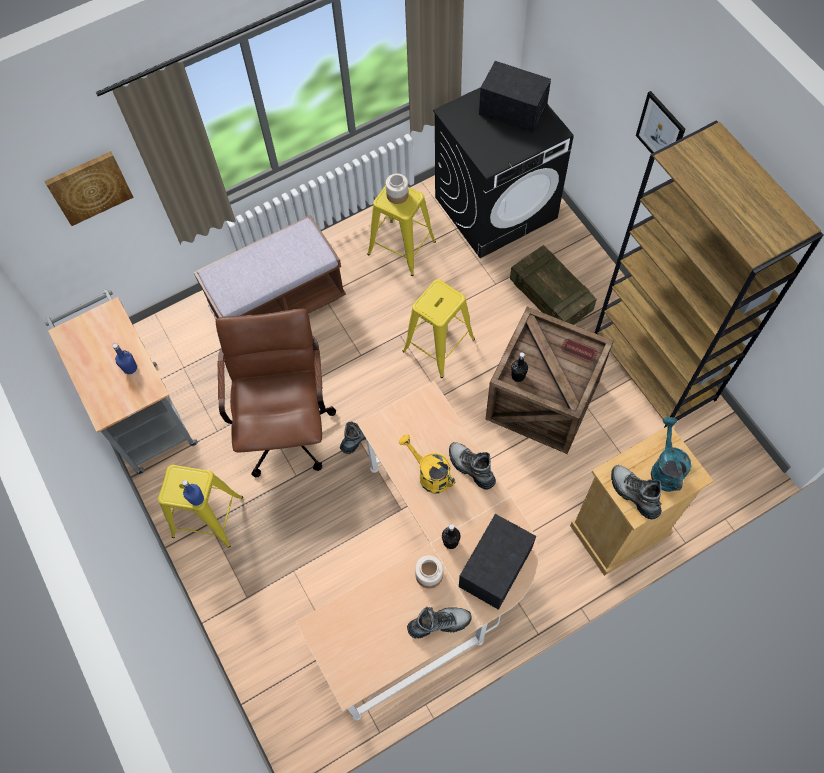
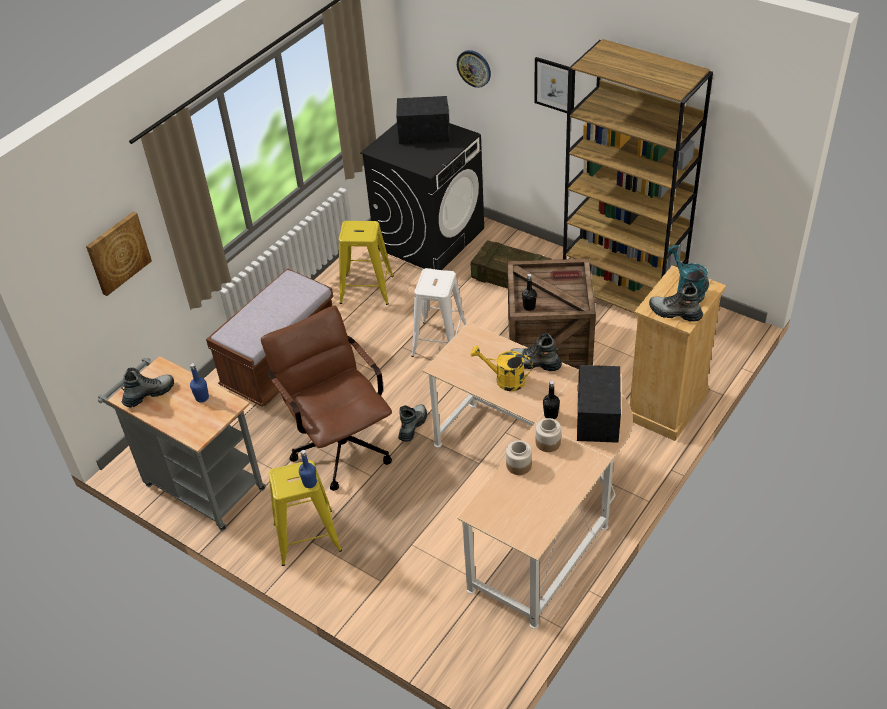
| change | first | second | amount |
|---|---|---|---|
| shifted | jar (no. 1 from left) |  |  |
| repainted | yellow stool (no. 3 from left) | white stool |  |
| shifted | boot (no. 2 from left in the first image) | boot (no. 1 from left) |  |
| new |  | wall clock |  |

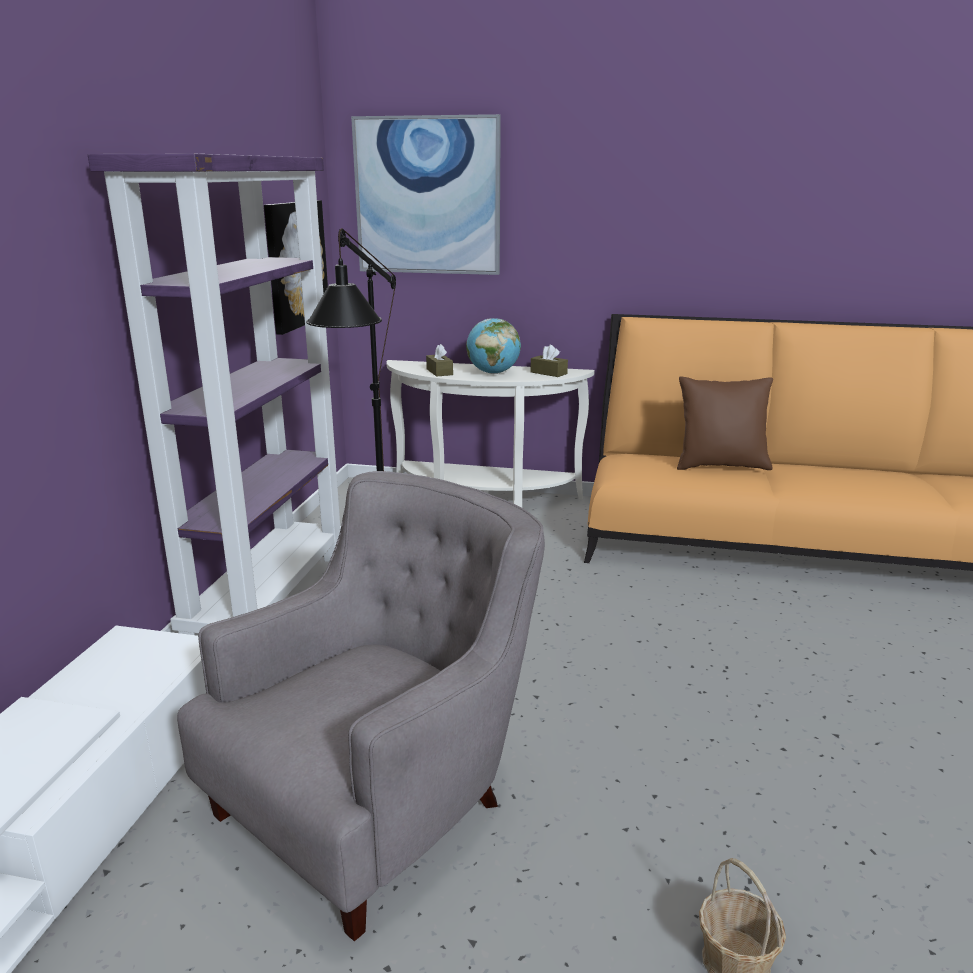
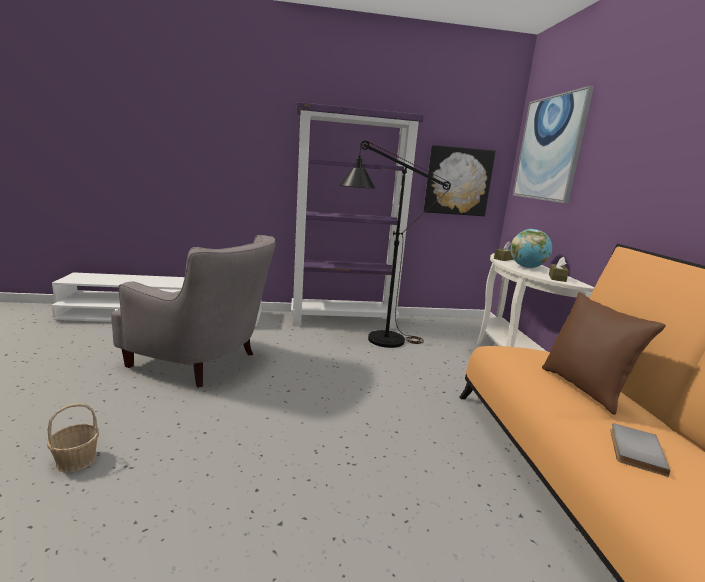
| change | first | second | amount |
|---|---|---|---|
| new |  | grey book |  |

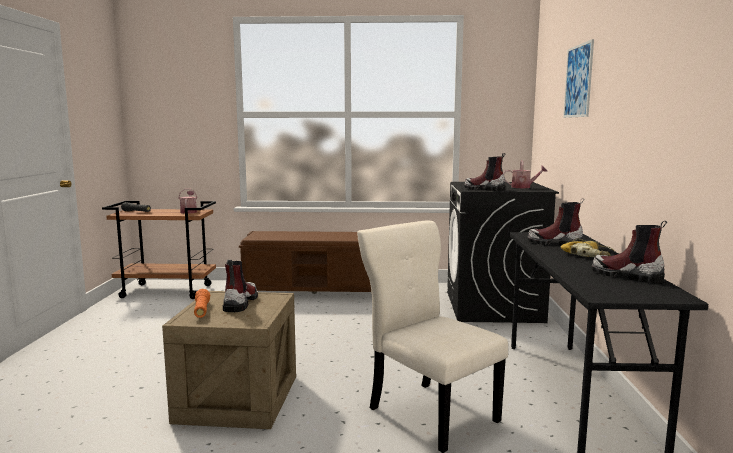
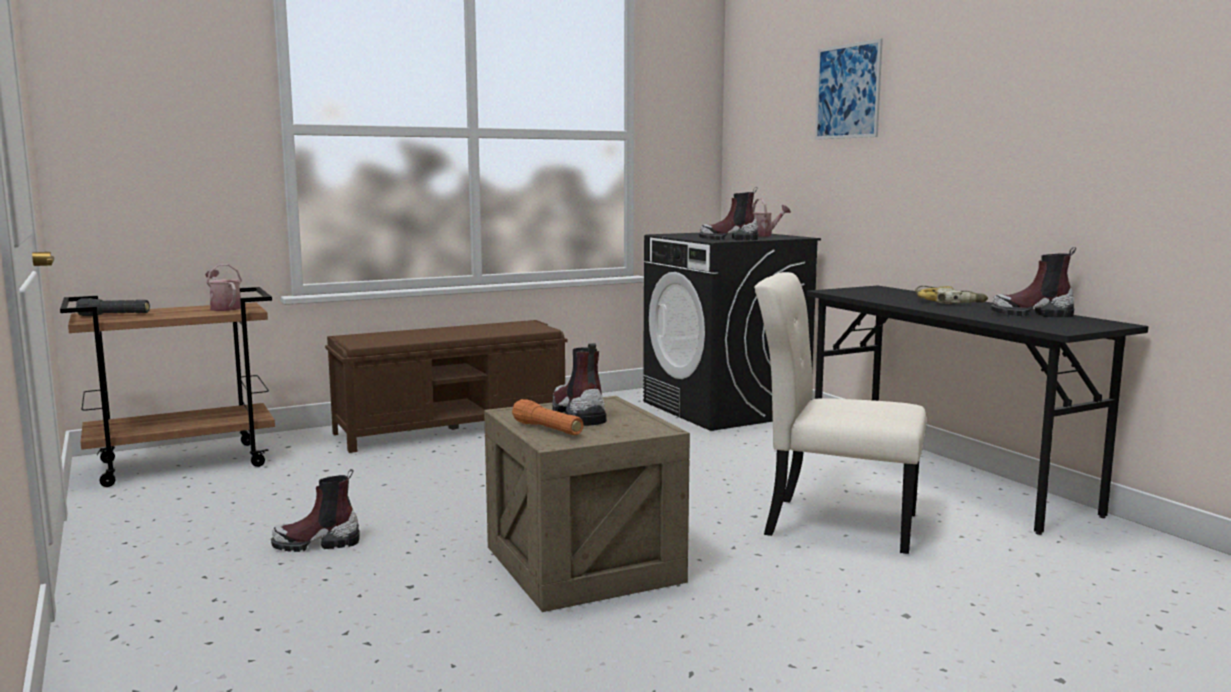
| change | first | second | amount |
|---|---|---|---|
| shifted | boot (no. 3 from left in the first image) | boot (no. 1 from left) |  |

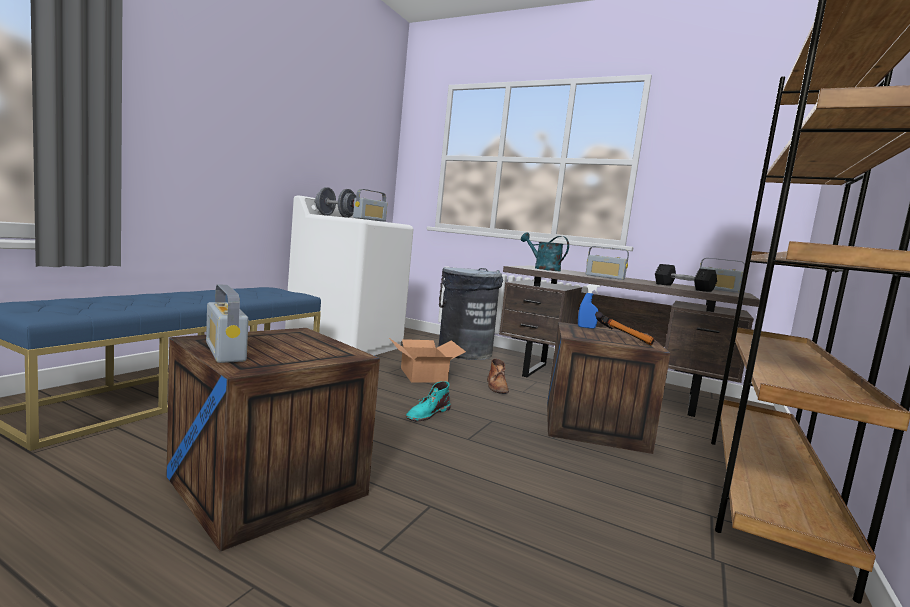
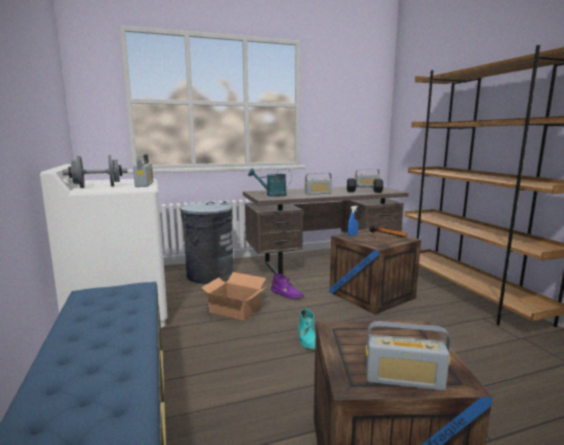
| change | first | second | amount |
|---|---|---|---|
| repainted | brown boot | purple boot |  |

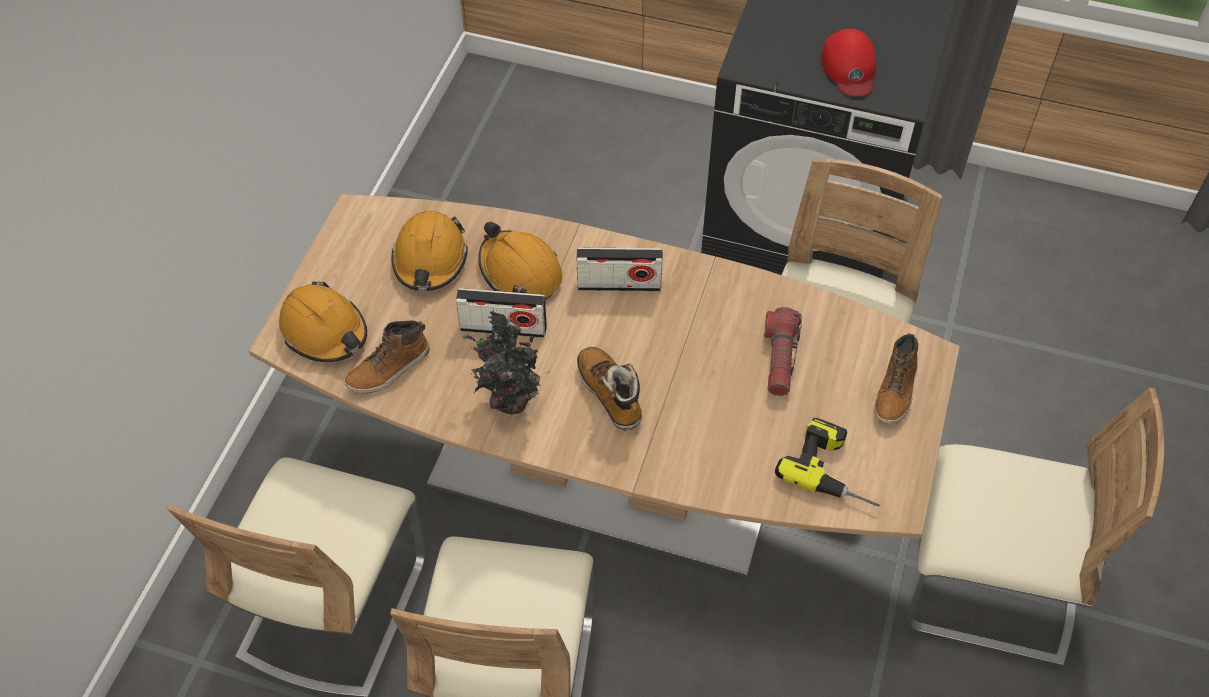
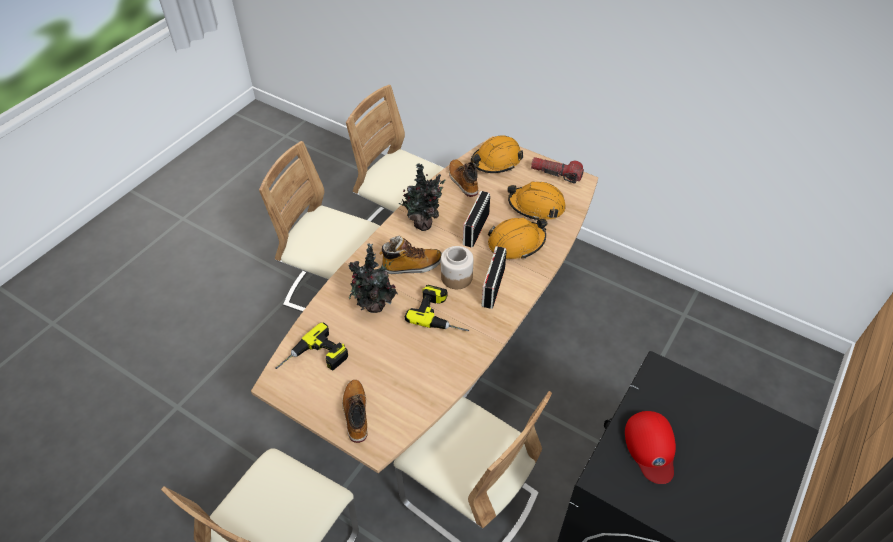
| change | first | second | amount |
|---|---|---|---|
| rotated | red cap |  | 105 degrees counterclockwise |
| shifted | flashlight |  |  |
| rotated | boot (no. 3 from left in the first image) | boot (no. 1 from left) | 45 degrees clockwise |
| new |  | potted plant (no. 1 from left) |  |
| new |  | jar |  |
| new |  | power drill (no. 2 from left) |  |

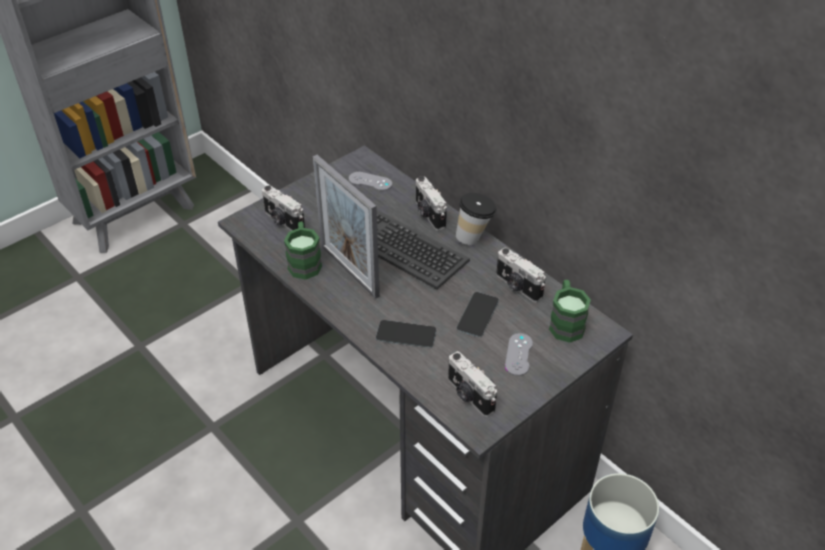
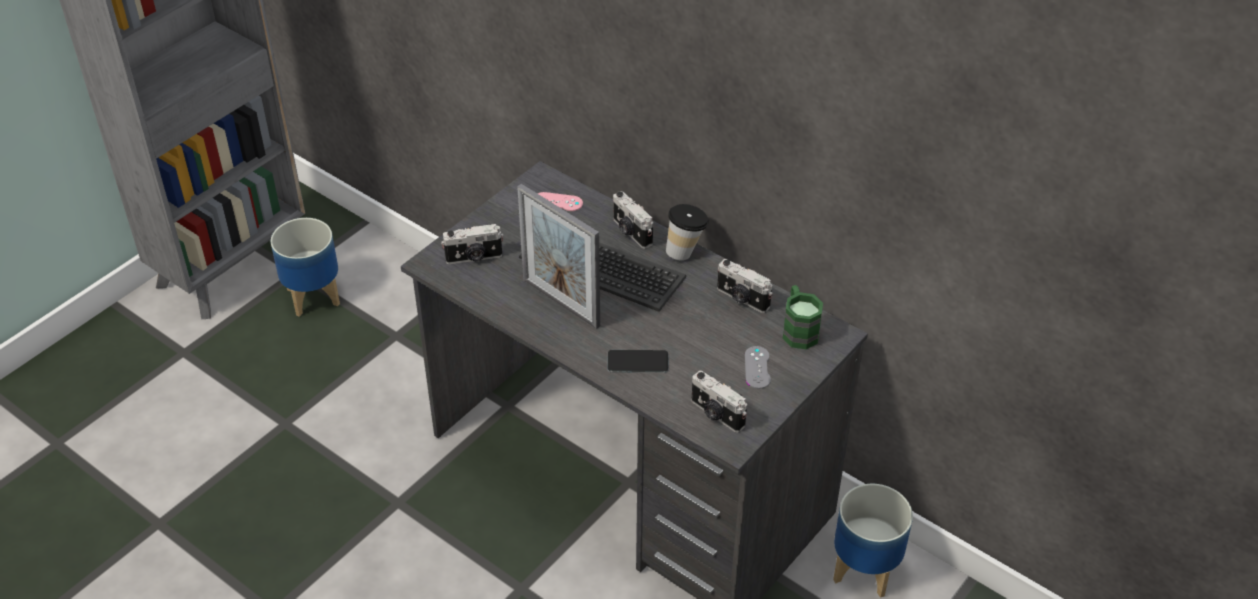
| change | first | second | amount |
|---|---|---|---|
| repainted | grey game controller (no. 1 from left) | pink game controller |  |
| rotated | photo camera (no. 1 from left) |  | 45 degrees counterclockwise |
| gone | green mug (no. 1 from left) |  |  |
| gone | phone (no. 2 from left) |  |  |
| new |  | planter (no. 1 from left) |  |

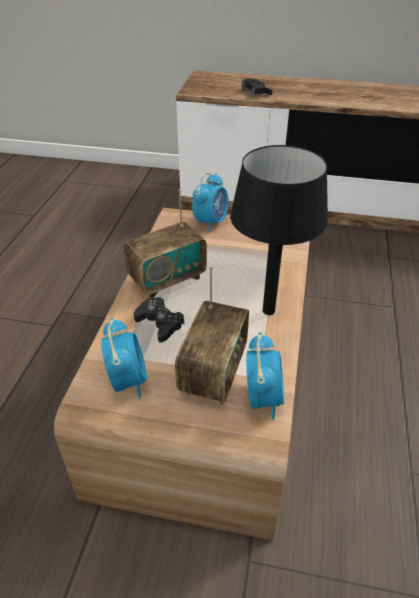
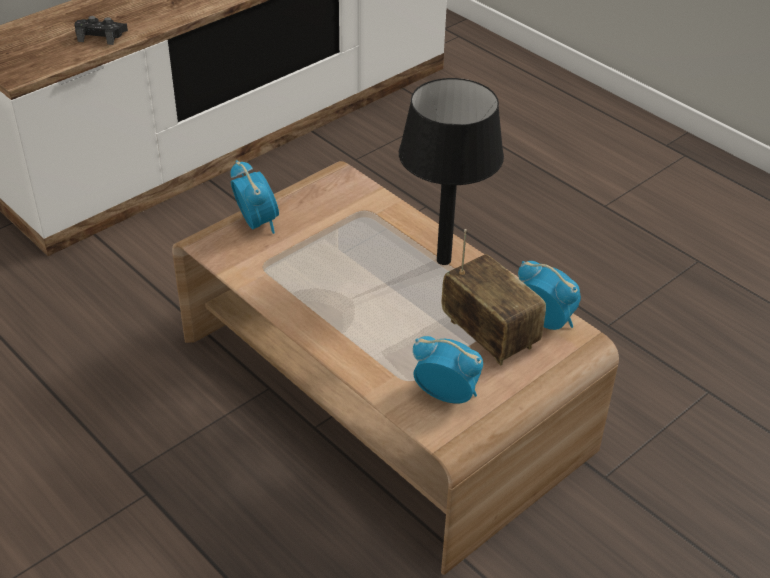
| change | first | second | amount |
|---|---|---|---|
| gone | radio (no. 1 from left) |  |  |
| gone | black game controller (no. 1 from left) |  |  |

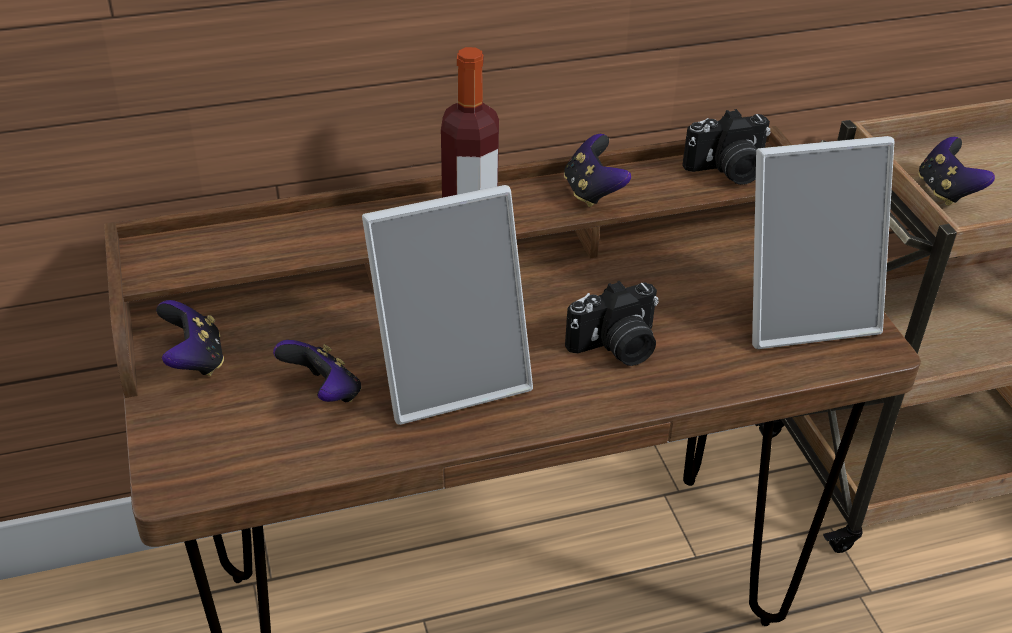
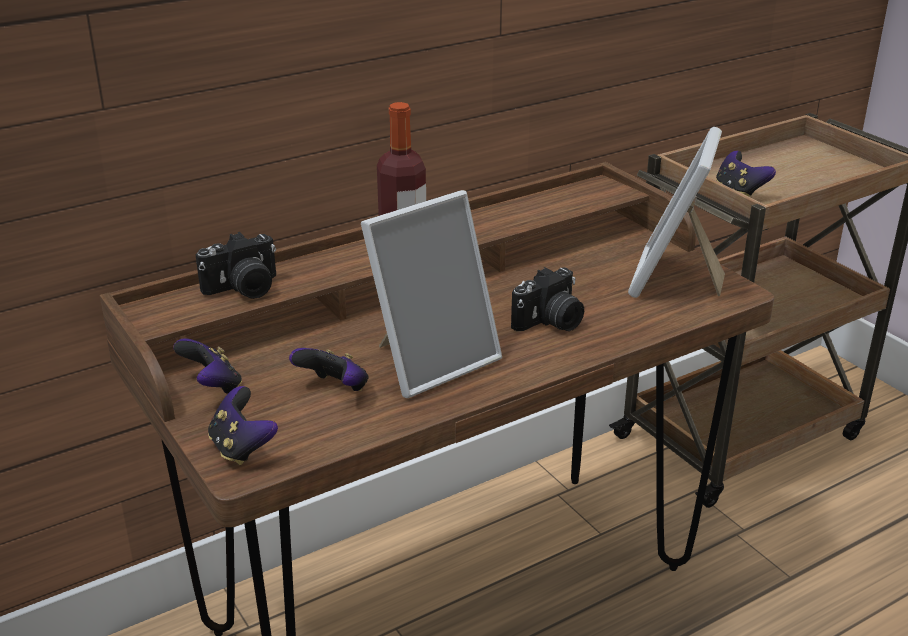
| change | first | second | amount |
|---|---|---|---|
| shifted | photo camera (no. 2 from left in the first image) | photo camera (no. 1 from left) |  |
| shifted | game controller (no. 3 from left in the first image) | game controller (no. 2 from left) |  |
| rotated | picture frame (no. 2 from left) |  | 135 degrees clockwise |

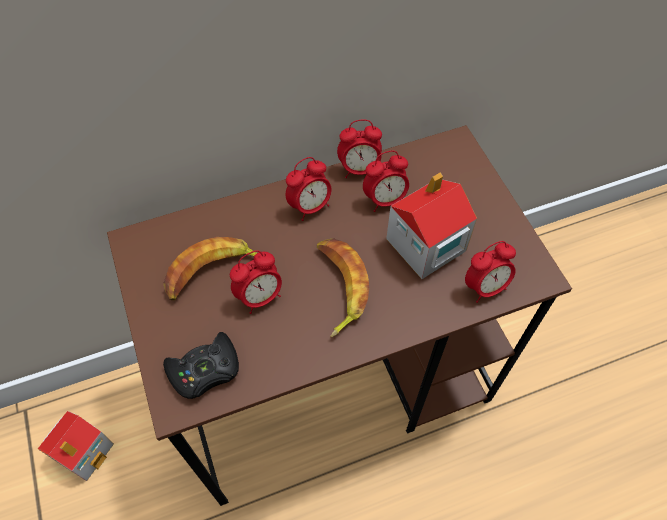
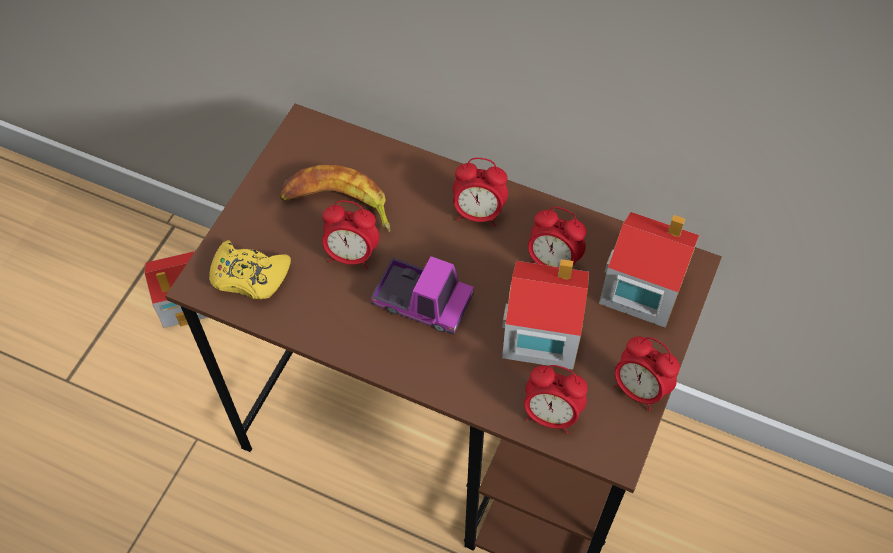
| change | first | second | amount |
|---|---|---|---|
| shifted | alarm clock (no. 3 from left in the first image) | alarm clock (no. 5 from left) |  |
| swapped | banana (no. 2 from left) | toy truck |  |
| repainted | black game controller | yellow game controller |  |
| new |  | toy house (no. 3 from left) |  |

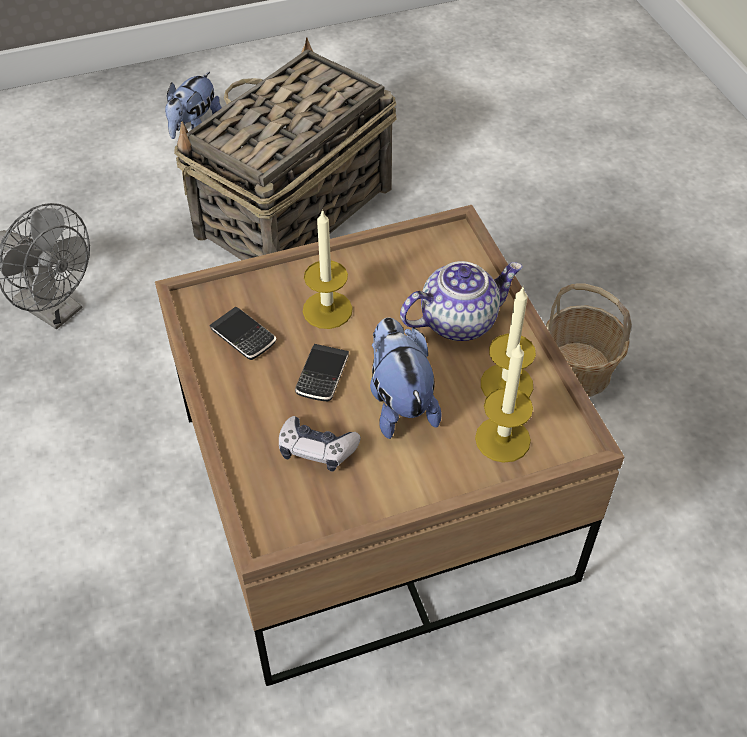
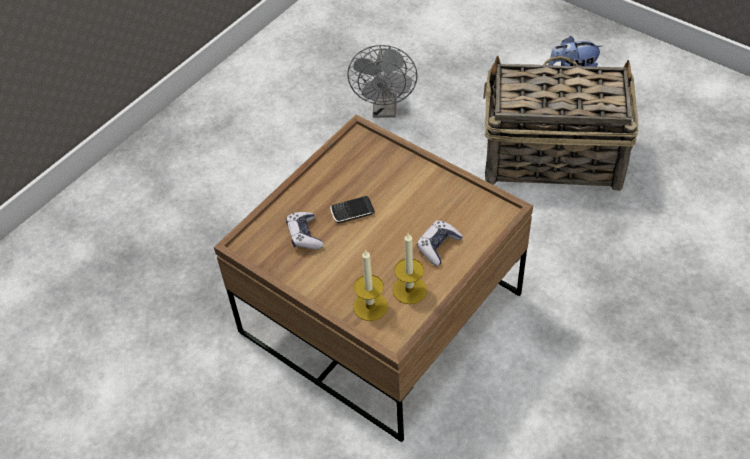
| change | first | second | amount |
|---|---|---|---|
| gone | candle (no. 1 from left) |  |  |
| swapped | teapot | game controller (no. 2 from left) |  |
| gone | basket (no. 2 from left) |  |  |
| gone | phone (no. 1 from left) |  |  |
| gone | plush toy (no. 2 from left) |  |  |

